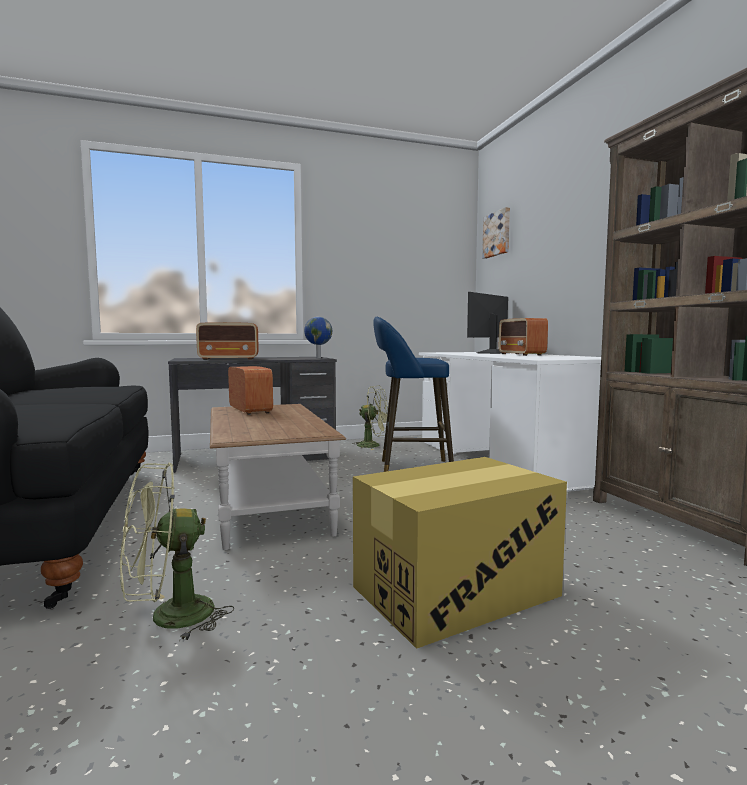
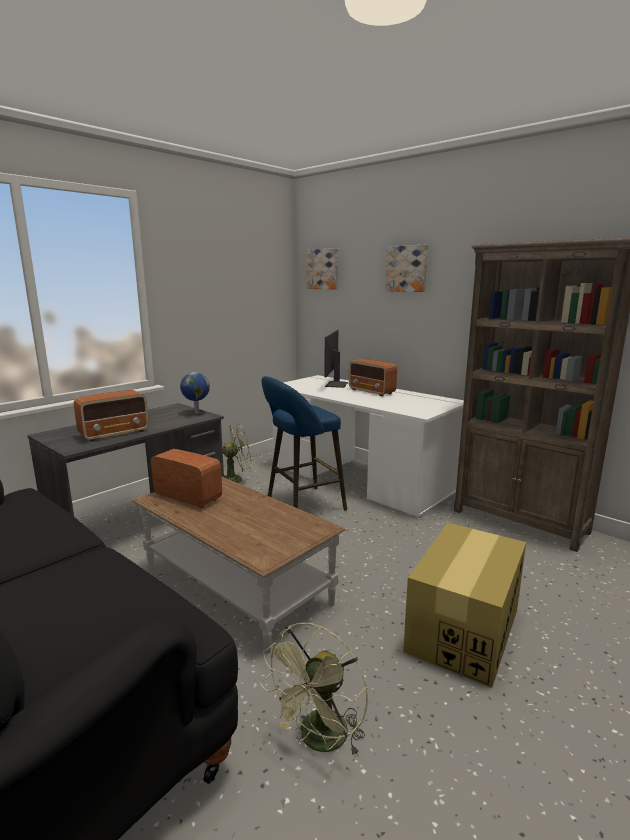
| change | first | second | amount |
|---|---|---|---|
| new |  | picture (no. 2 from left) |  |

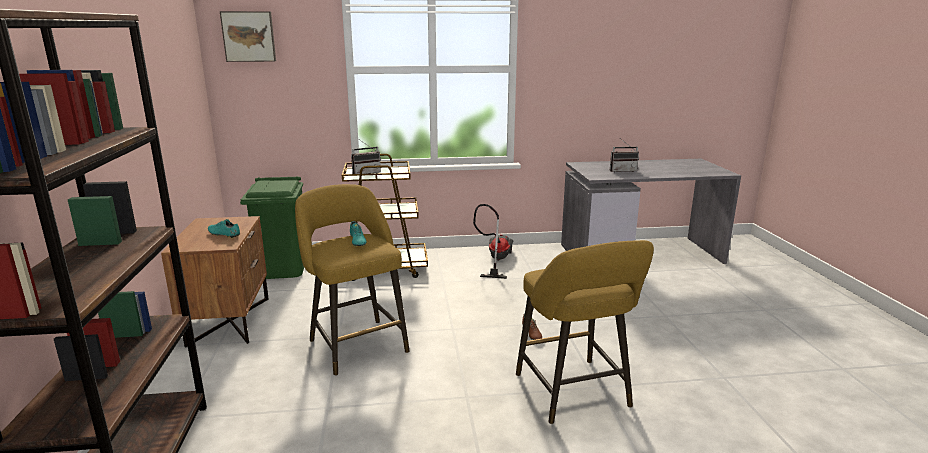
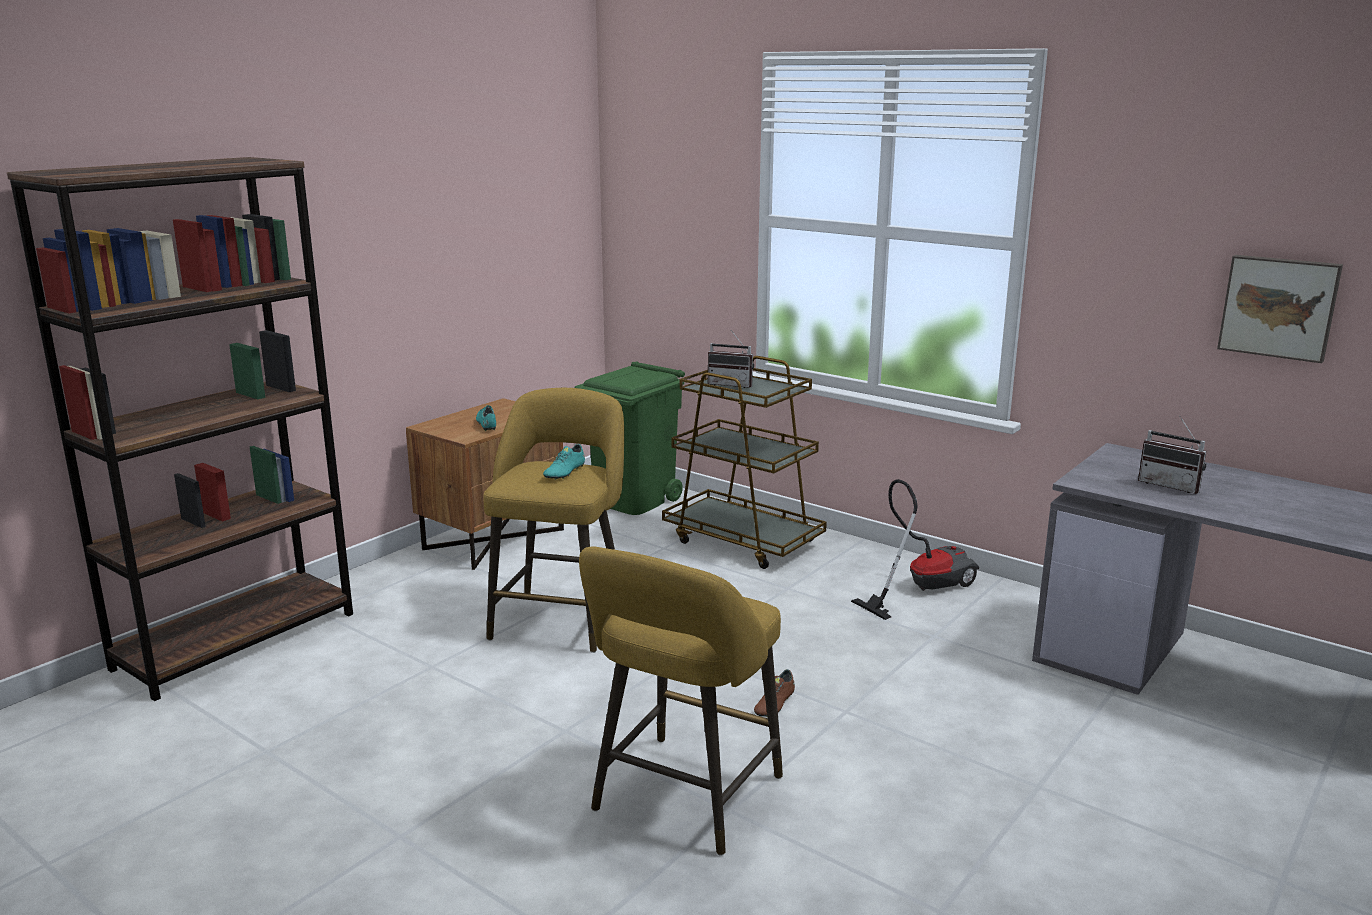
| change | first | second | amount |
|---|---|---|---|
| shifted | picture |  |  |

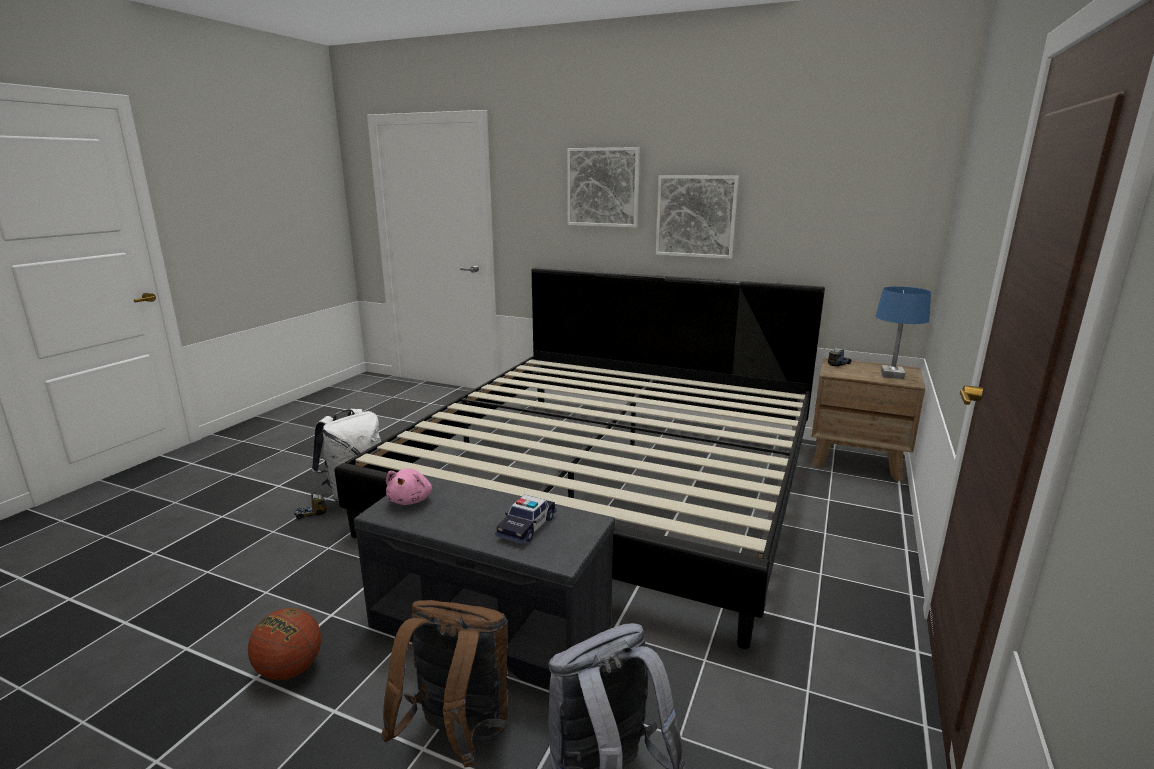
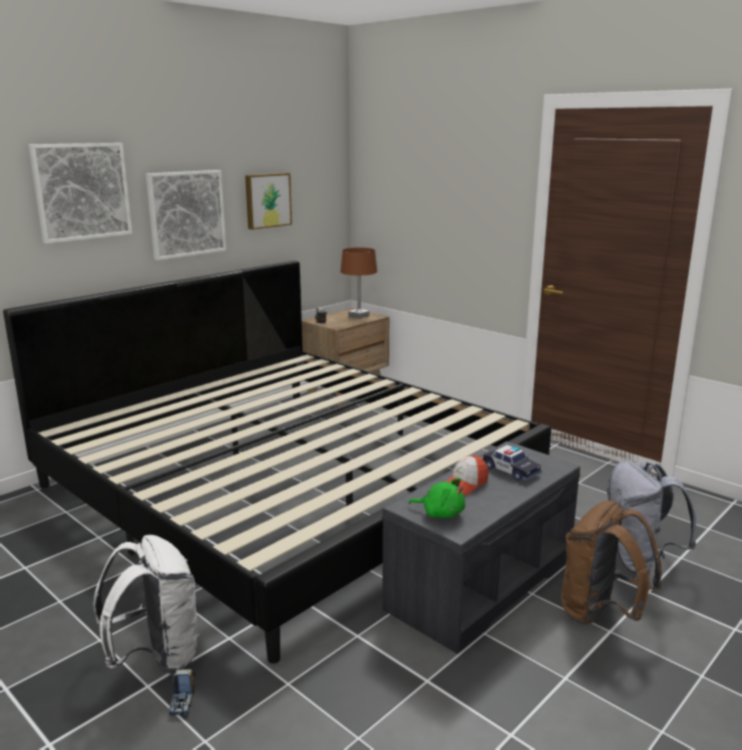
| change | first | second | amount |
|---|---|---|---|
| repainted | blue table lamp | brown table lamp |  |
| repainted | pink plush toy | green plush toy |  |
| gone | basketball |  |  |
| new |  | picture (no. 3 from left) |  |
| new |  | cap |  |

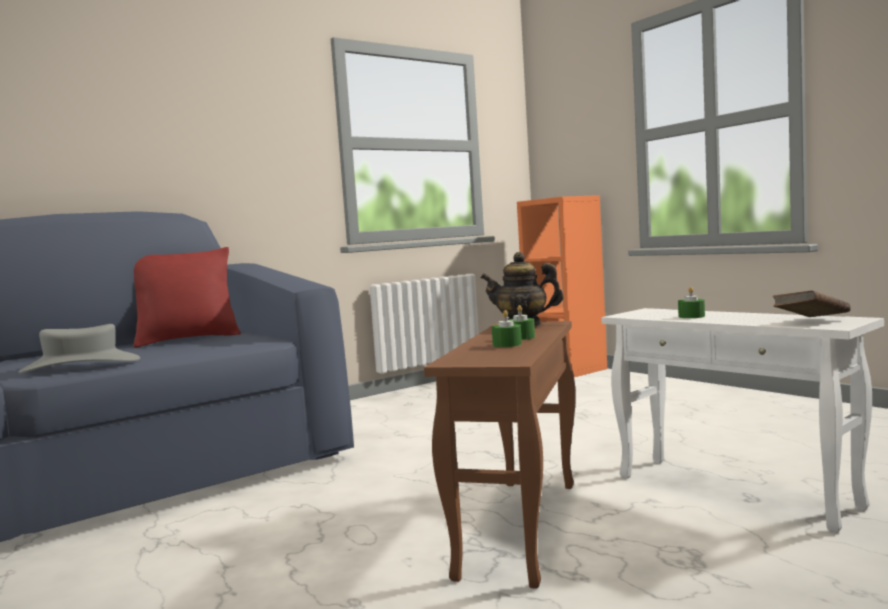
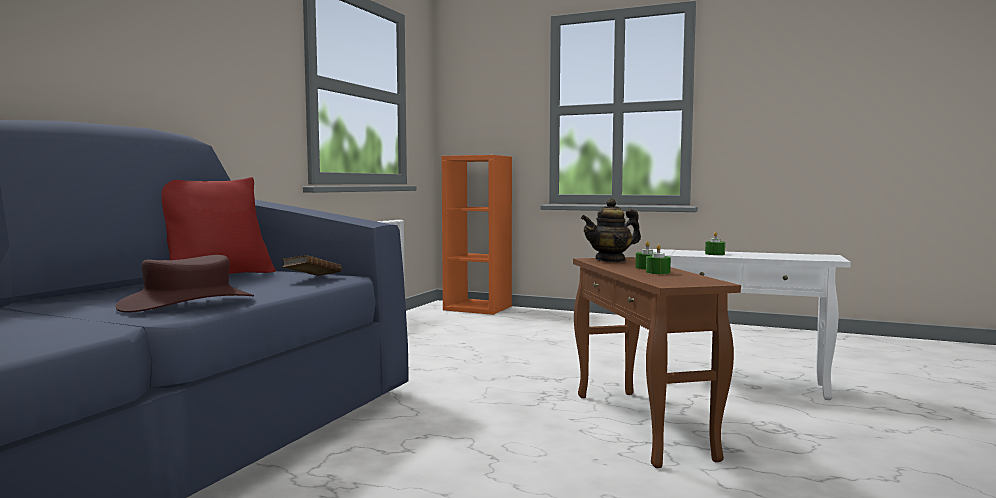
| change | first | second | amount |
|---|---|---|---|
| shifted | brown book |  |  |
| repainted | grey hat | brown hat |  |

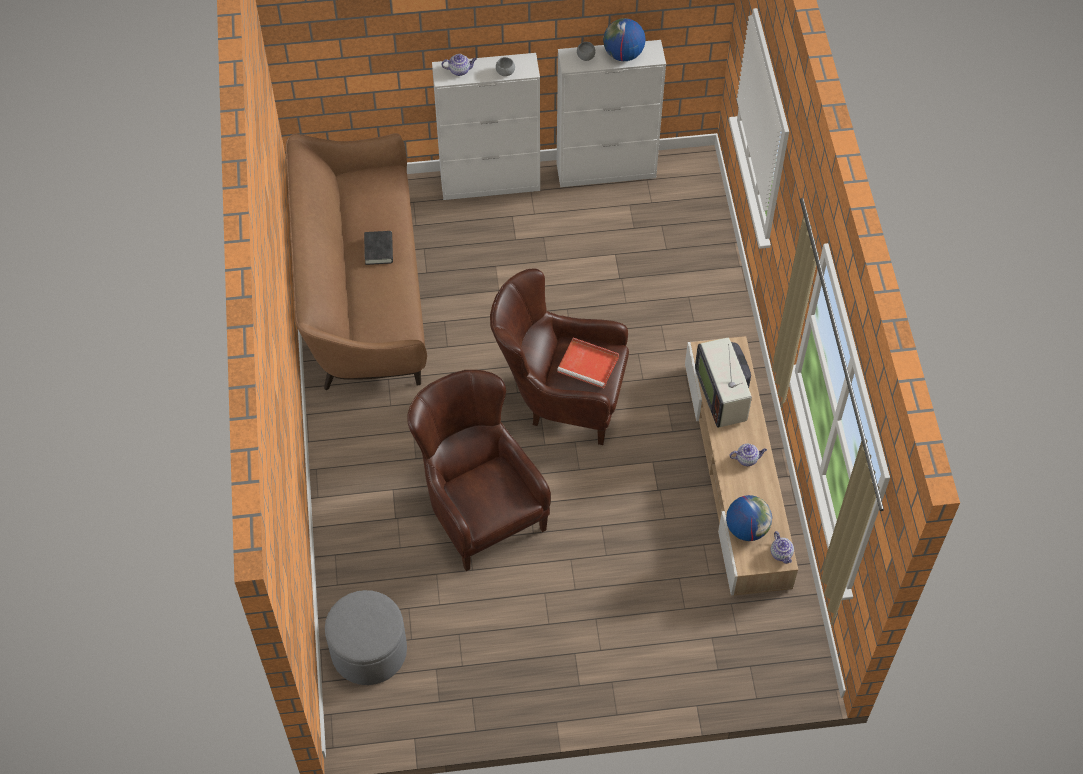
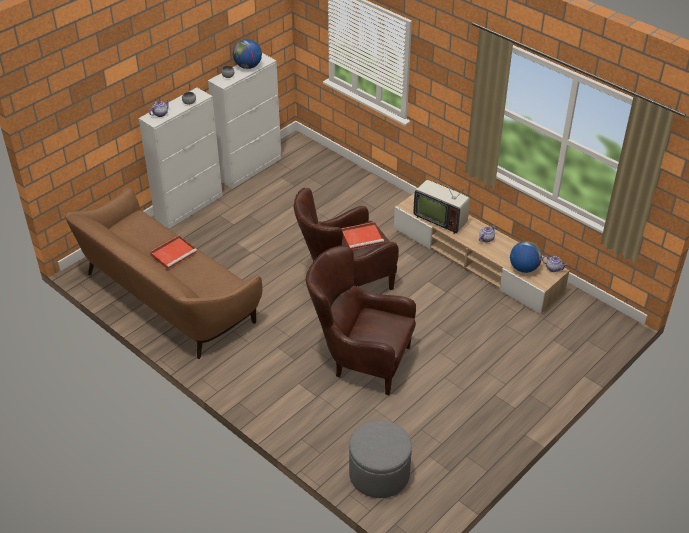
| change | first | second | amount |
|---|---|---|---|
| swapped | black book | red tray (no. 1 from left) |  |

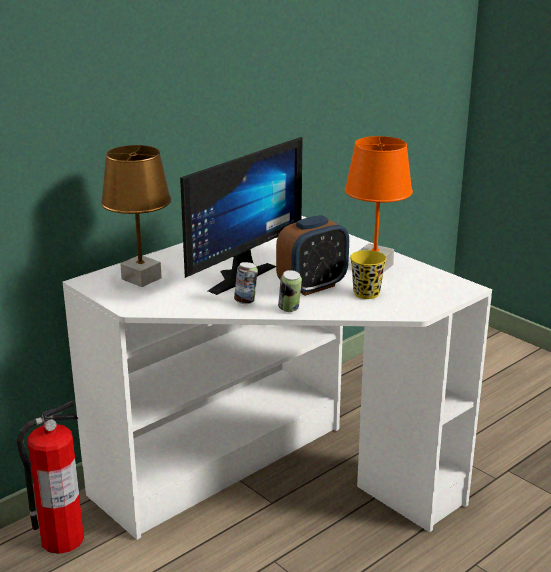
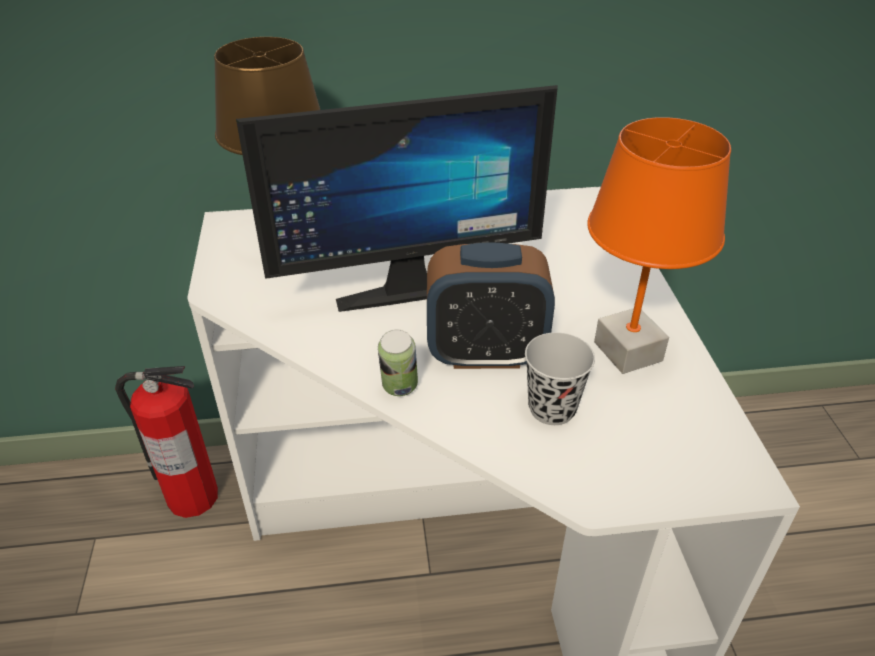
| change | first | second | amount |
|---|---|---|---|
| repainted | yellow cup | black cup |  |
| gone | can (no. 1 from left) |  |  |

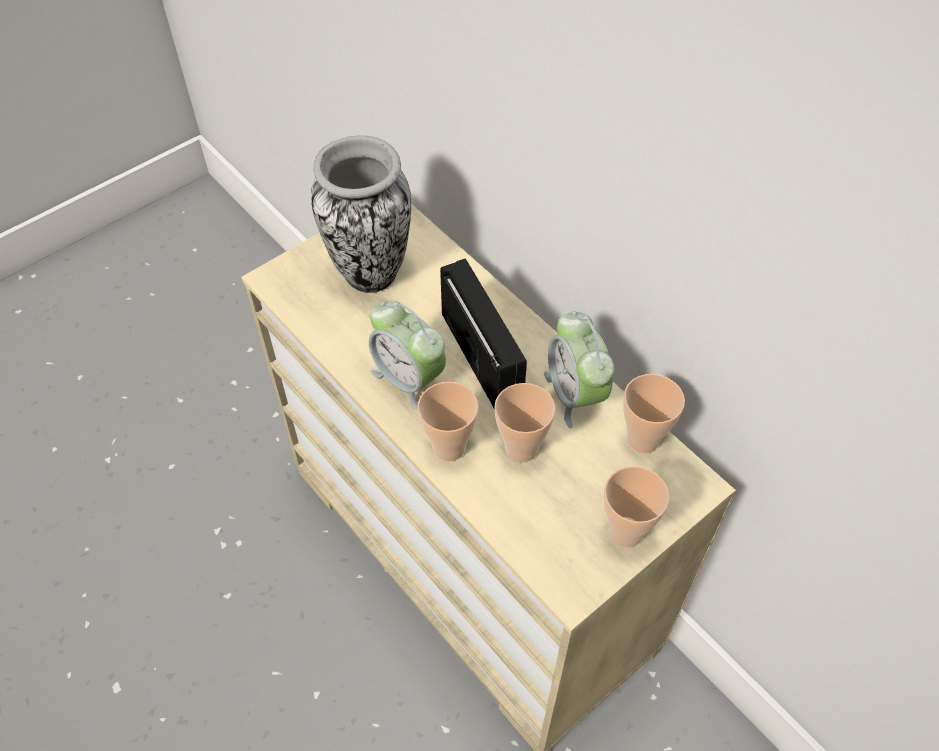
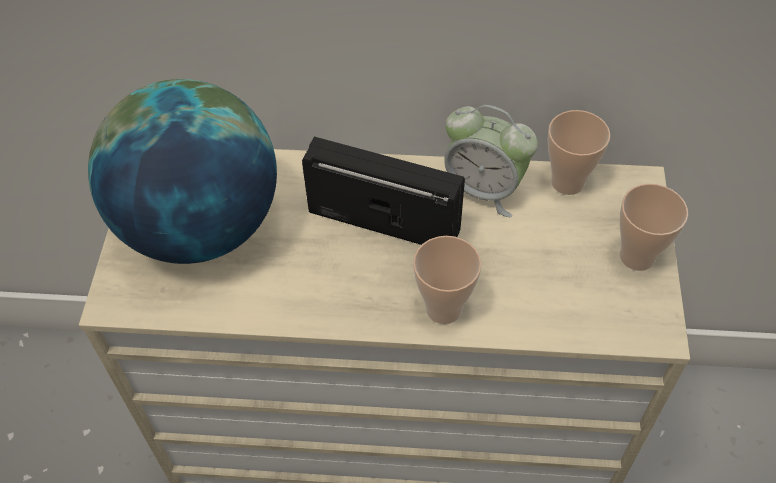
| change | first | second | amount |
|---|---|---|---|
| swapped | vase | globe |  |
| gone | alarm clock (no. 1 from left) |  |  |
| gone | cup (no. 2 from left) |  |  |

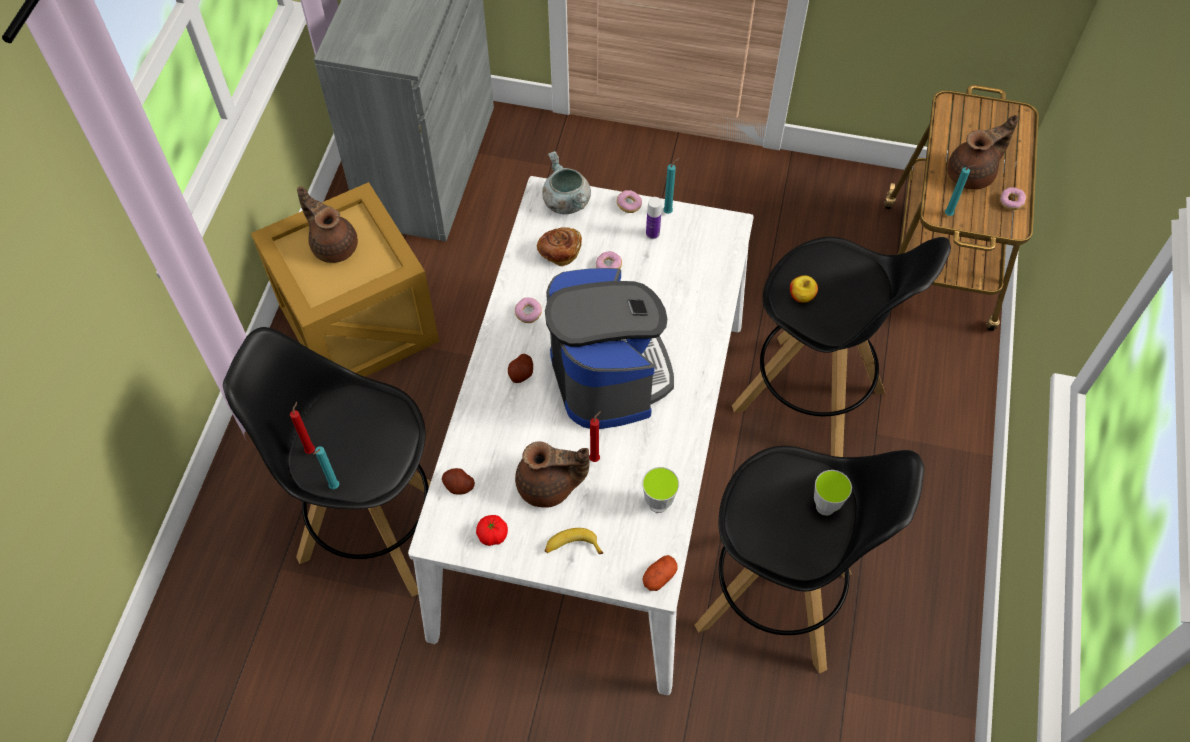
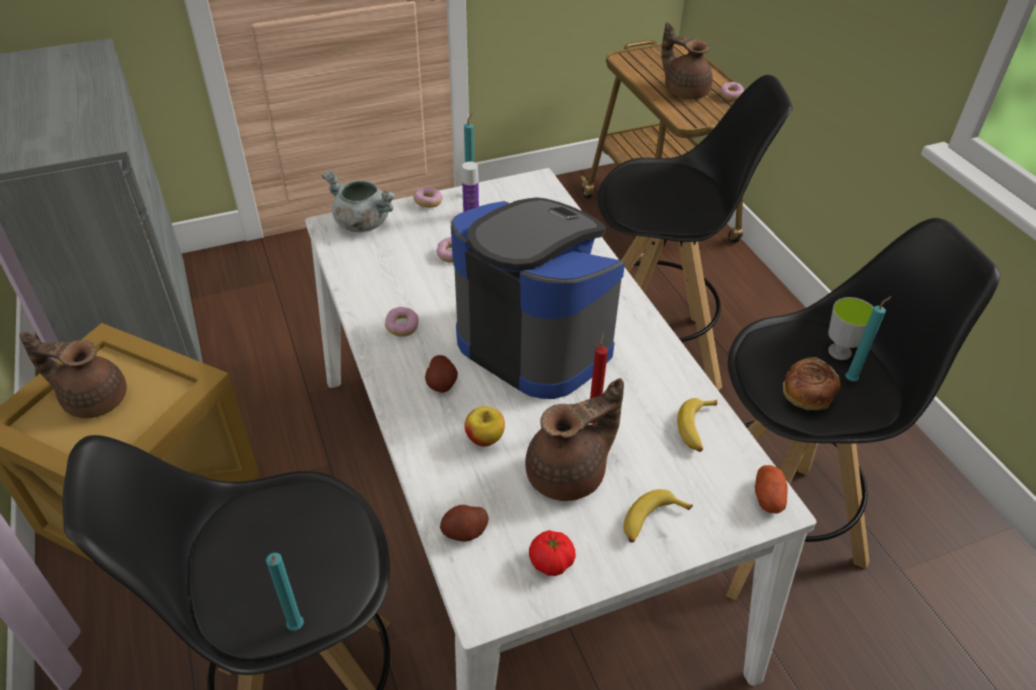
| change | first | second | amount |
|---|---|---|---|
| rotated | brown teapot (no. 3 from left) |  | 75 degrees counterclockwise |
| shifted | turquoise candle (no. 3 from left) |  |  |
| shifted | bread |  |  |
| shifted | apple |  |  |
| gone | red candle (no. 1 from left) |  |  |
| swapped | cup (no. 1 from left) | banana (no. 2 from left) |  |

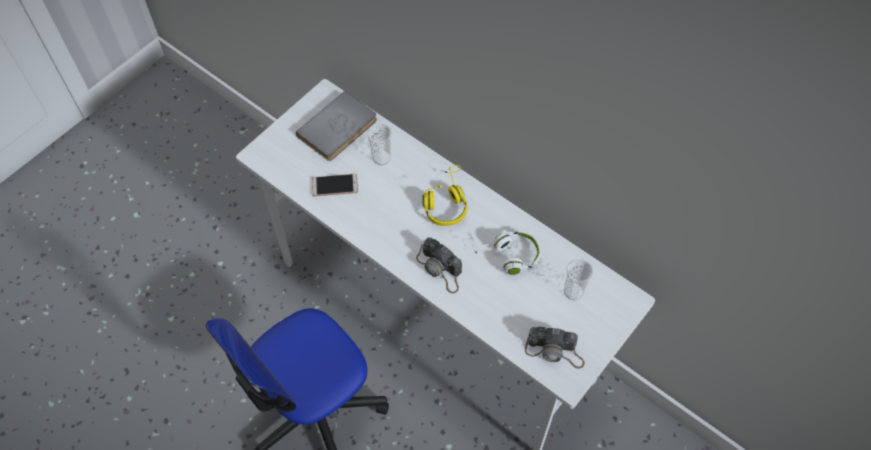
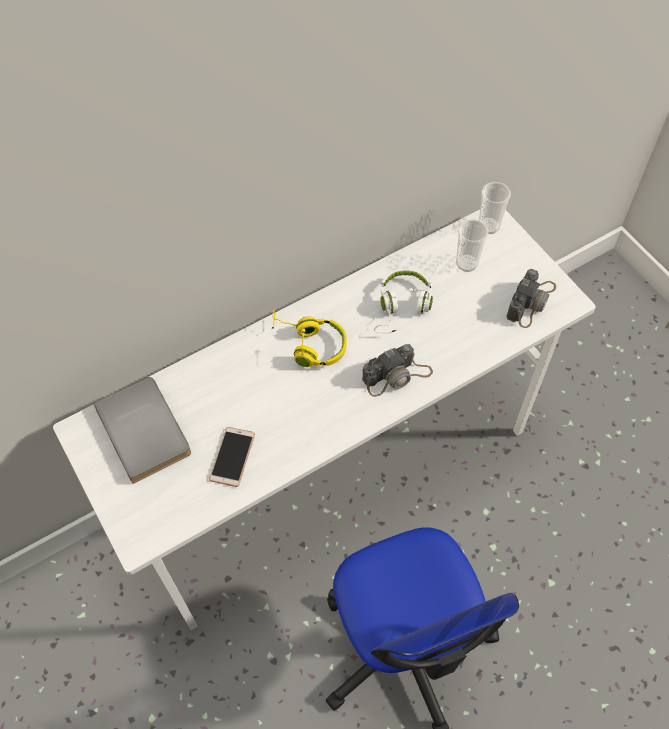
| change | first | second | amount |
|---|---|---|---|
| shifted | cup (no. 1 from left in the first image) | cup (no. 2 from left) |  |

